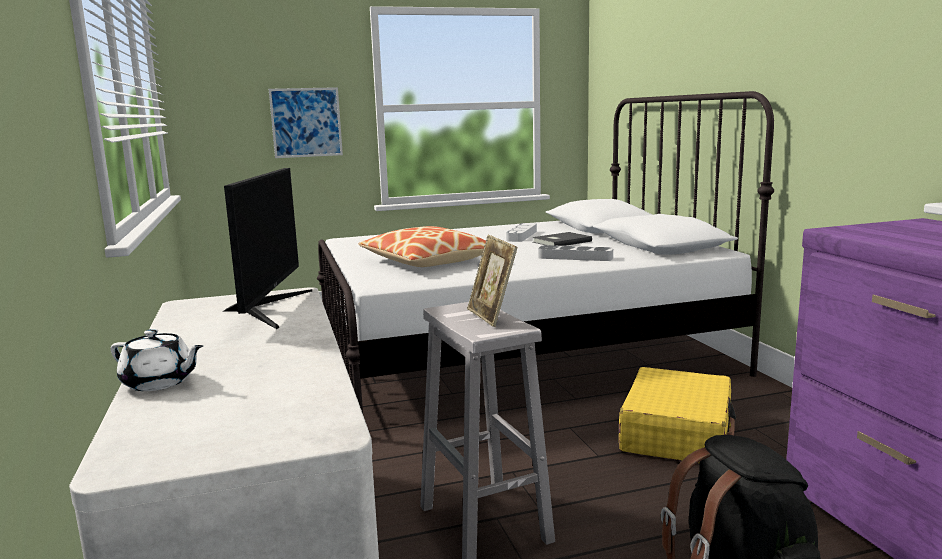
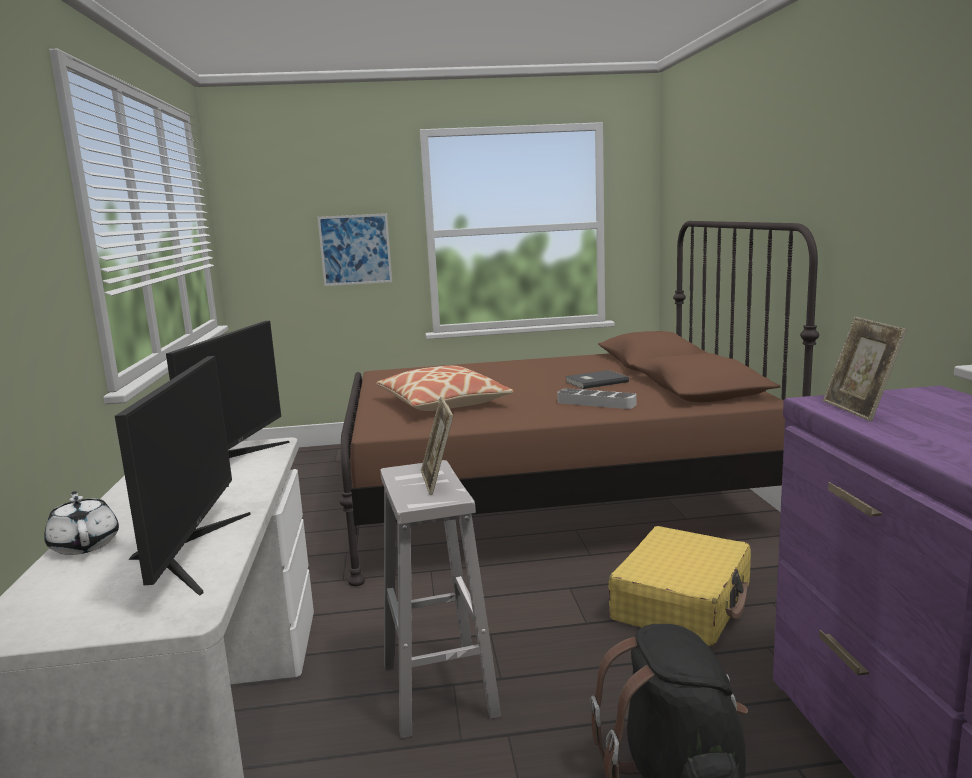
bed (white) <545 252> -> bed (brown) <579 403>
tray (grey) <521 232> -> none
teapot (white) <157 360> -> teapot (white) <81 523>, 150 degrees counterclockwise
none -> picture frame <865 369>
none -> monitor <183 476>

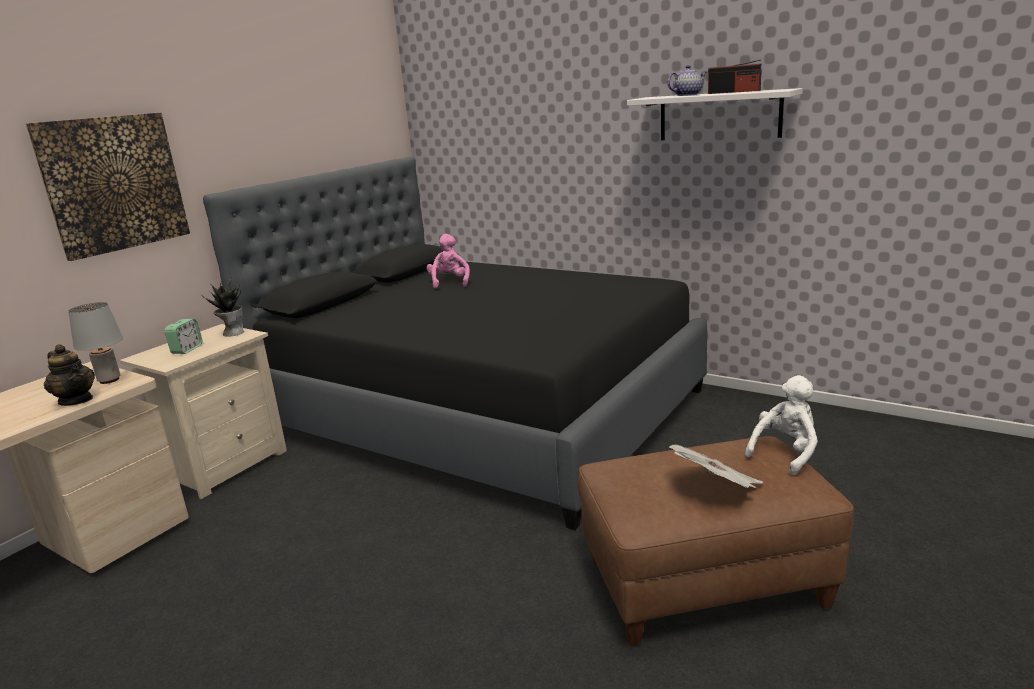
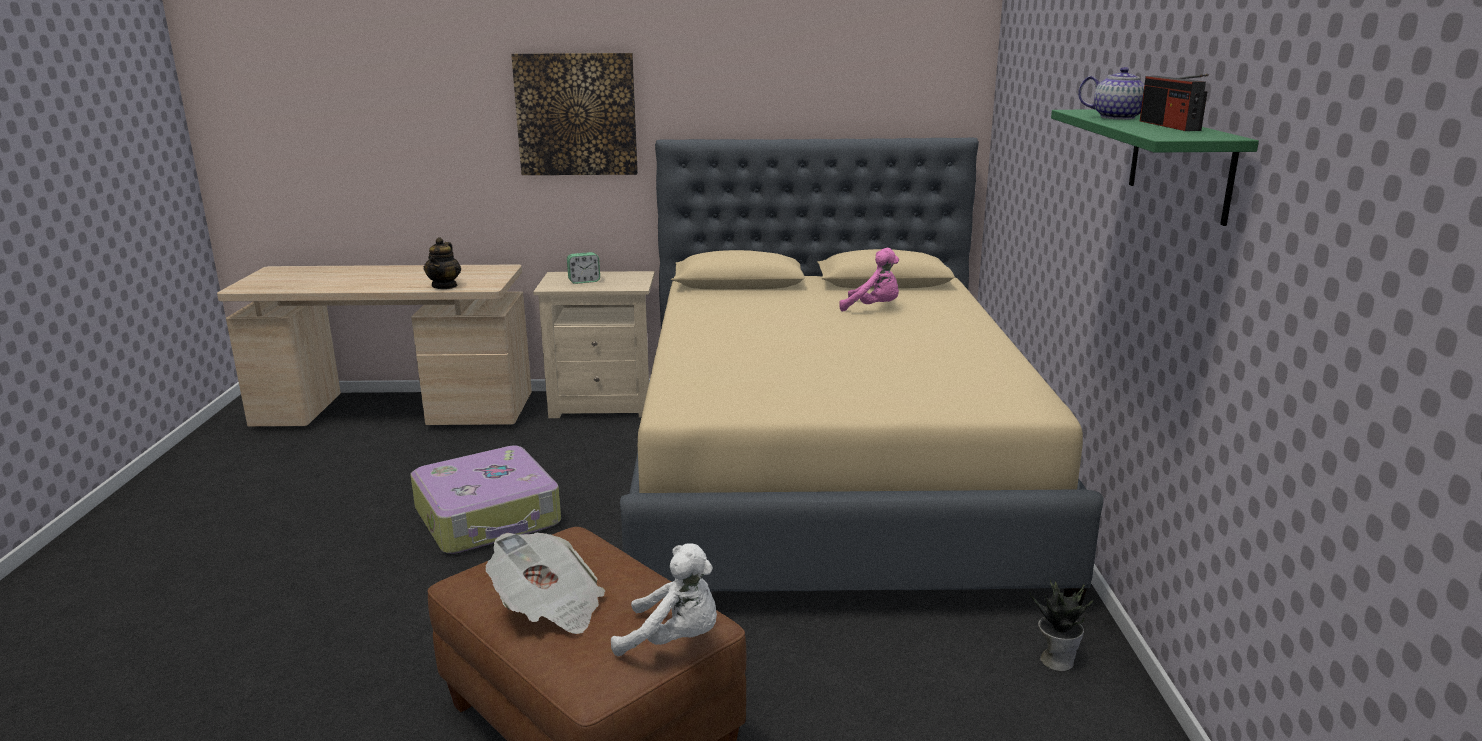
shelf (white) <715 114> -> shelf (green) <1155 167>
bed (black) <455 343> -> bed (beige) <861 372>
plush toy (pink) <448 261> -> plush toy (pink) <869 279>, 60 degrees clockwise
potted plant <222 307> -> potted plant <1061 625>, moved
table lamp (grey) <95 343> -> none
none -> suitcase <485 499>

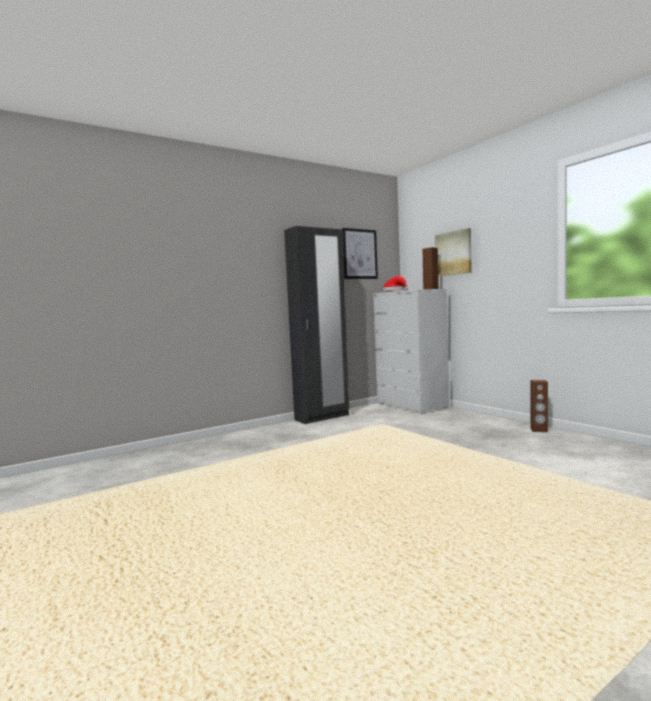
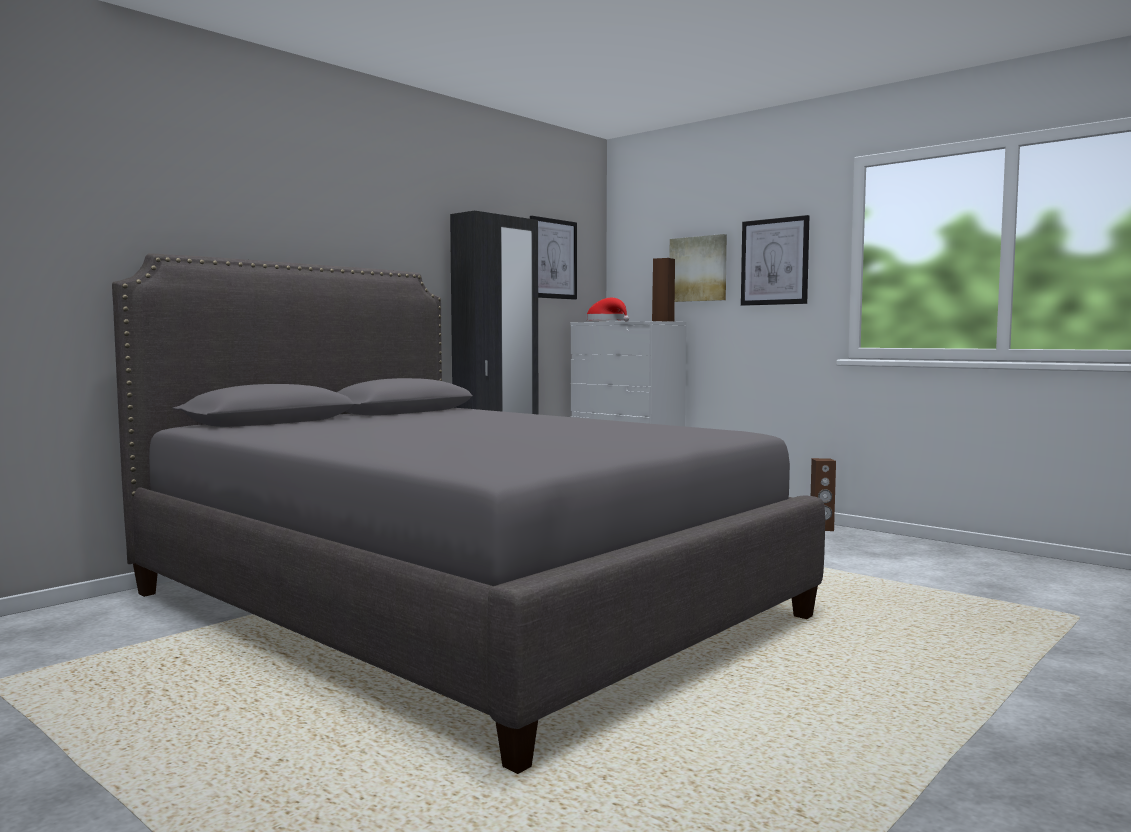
none -> picture <775 260>
none -> bed (grey) <468 513>

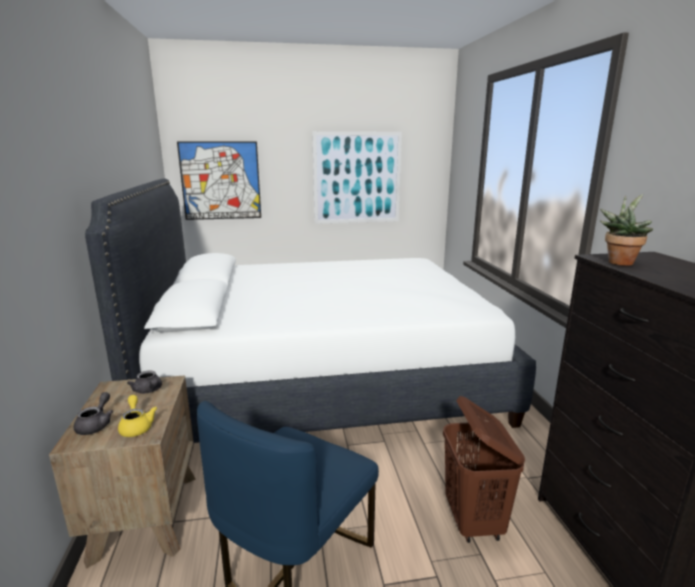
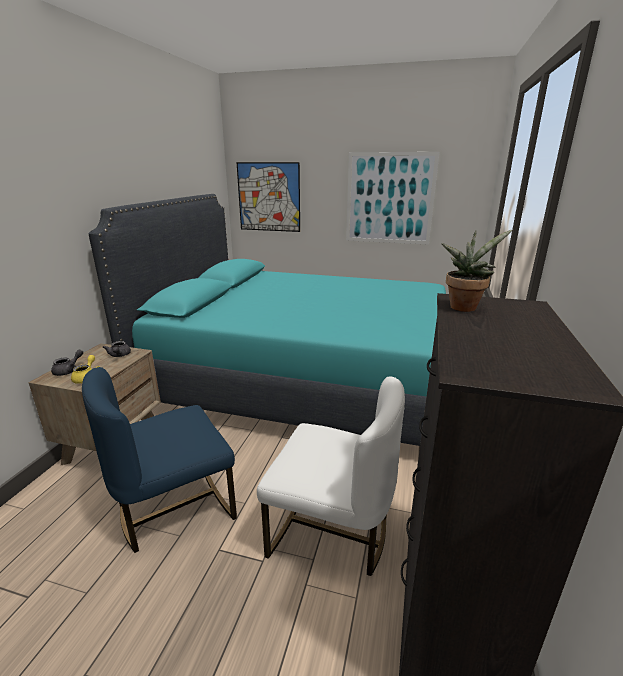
bed (white) <310 311> -> bed (turquoise) <267 320>
laundry basket (brown) <484 469> -> chair (white) <331 476>

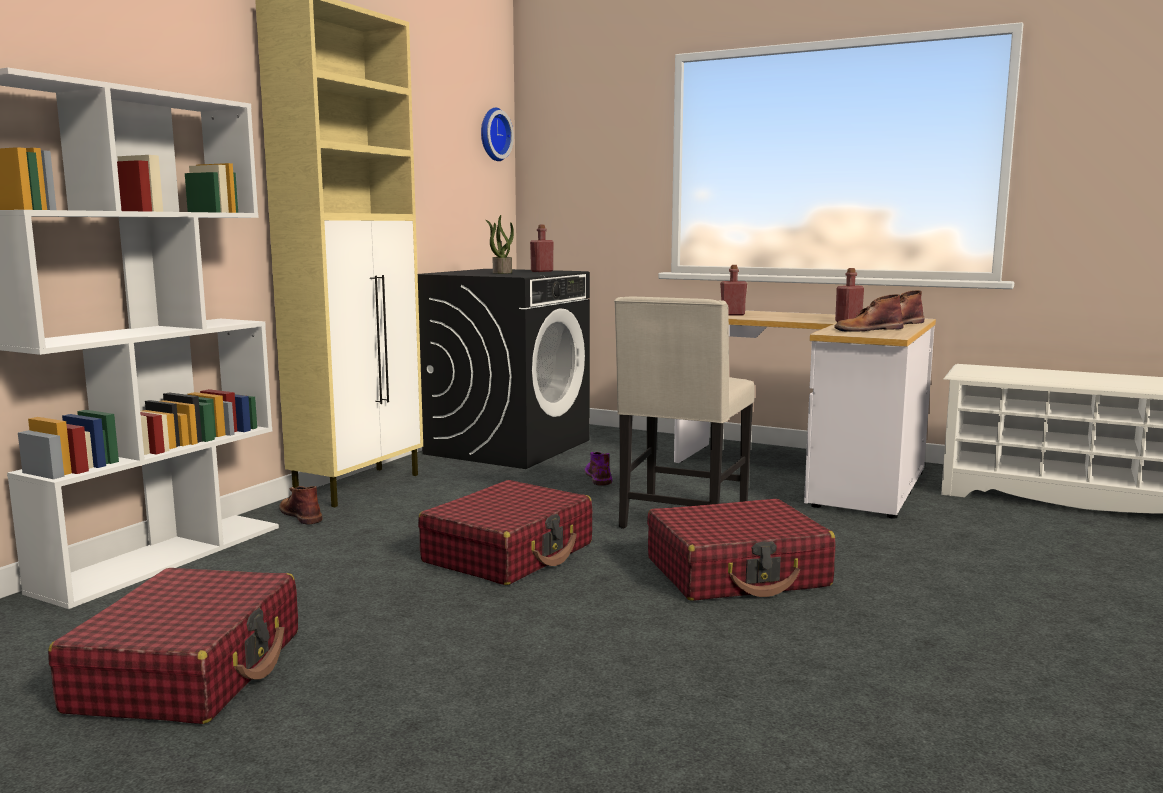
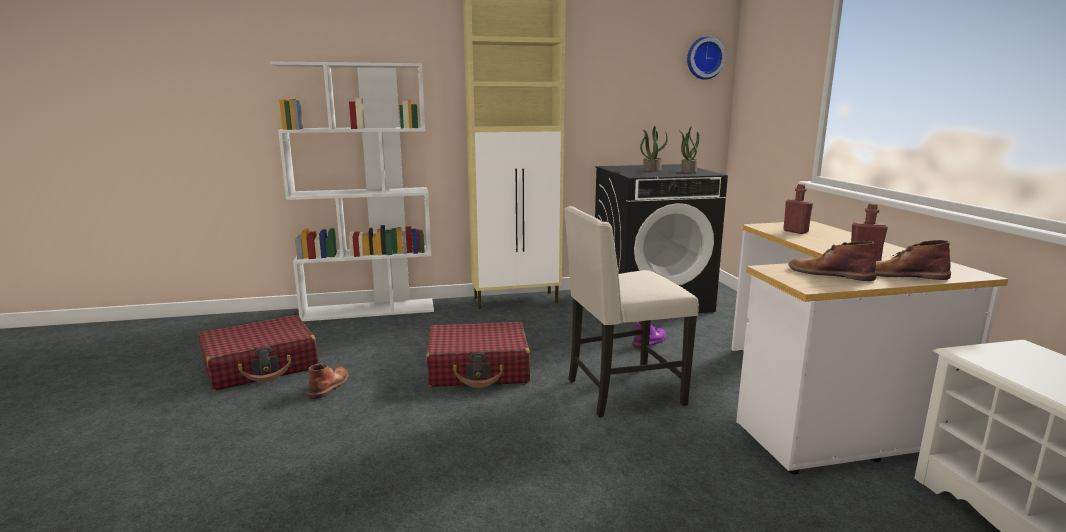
bottle (red) <542 248> -> potted plant <689 150>
boot (brown) <301 505> -> boot (brown) <327 381>, moved
suitcase (red) <741 550> -> none

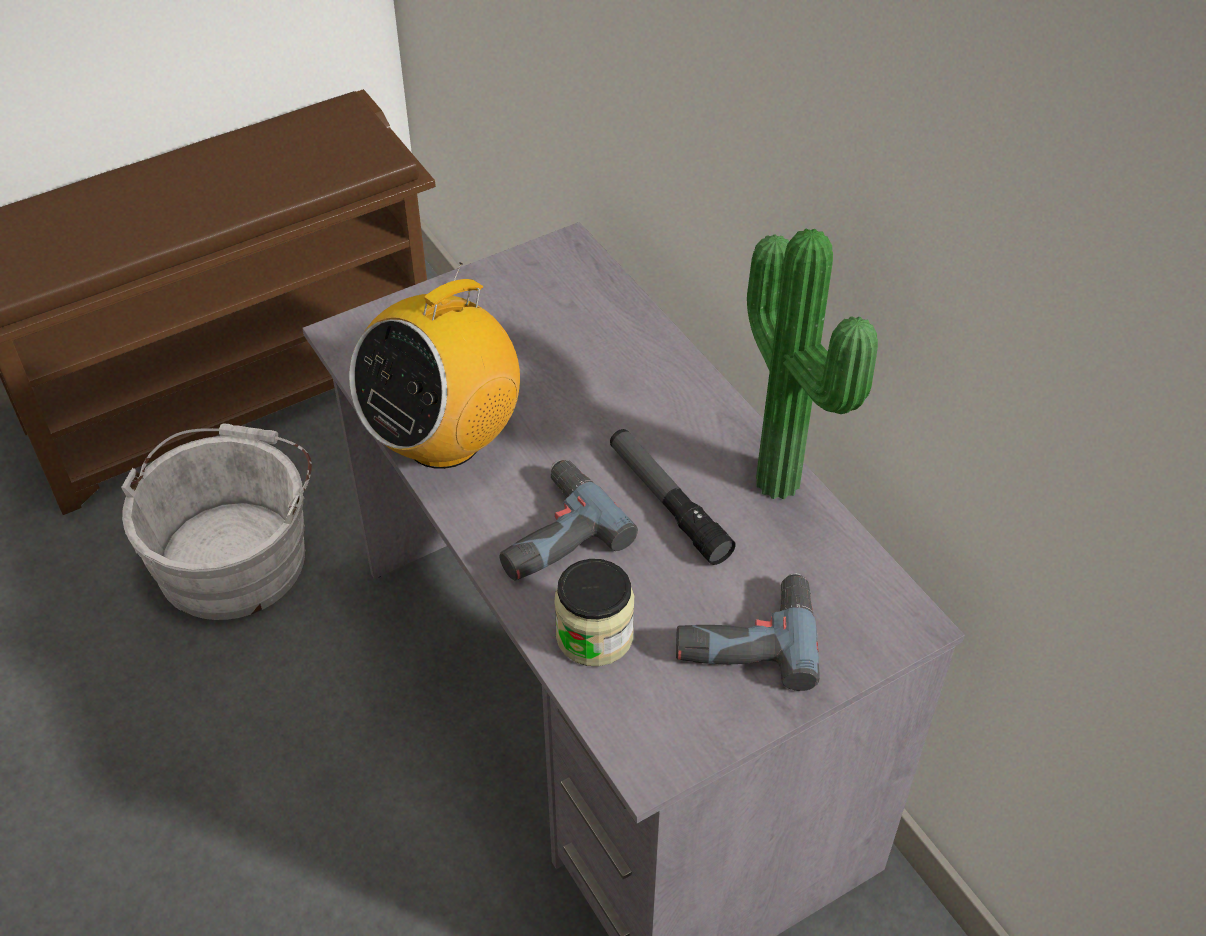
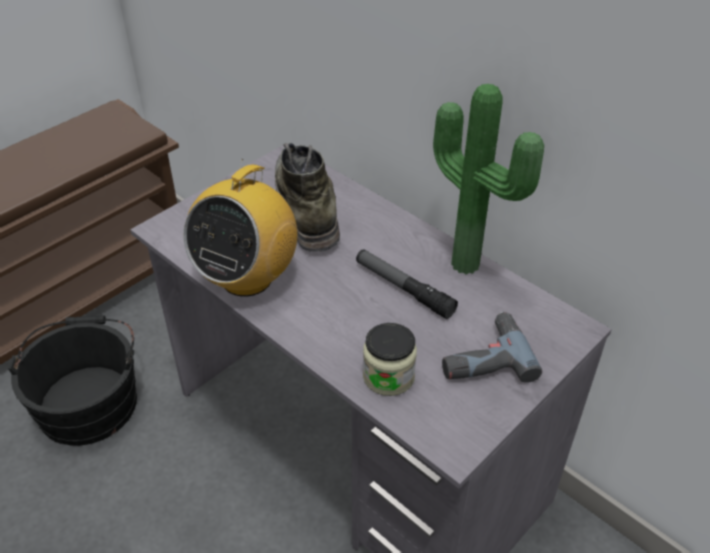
bucket (white) <216 521> -> bucket (black) <72 380>
power drill <569 520> -> none
none -> boot (green) <307 197>

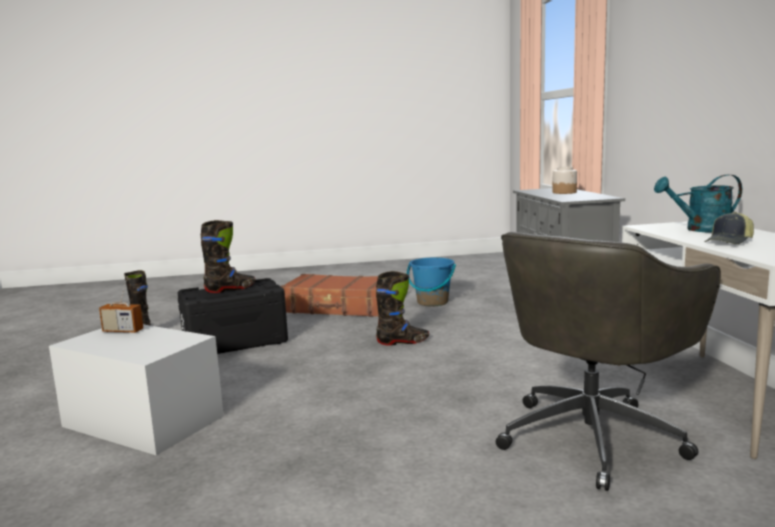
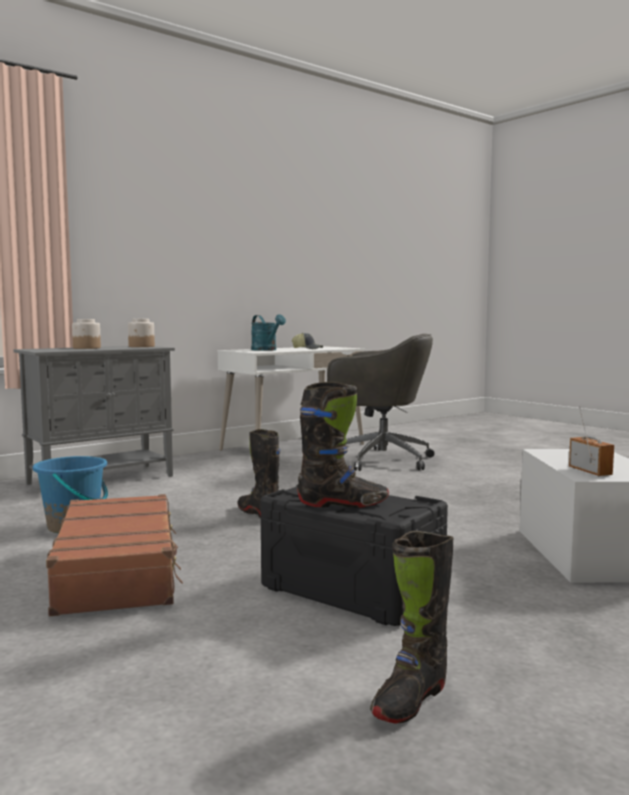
boot (black) <227 256> -> boot (black) <343 445>, 150 degrees clockwise
none -> jar <141 333>

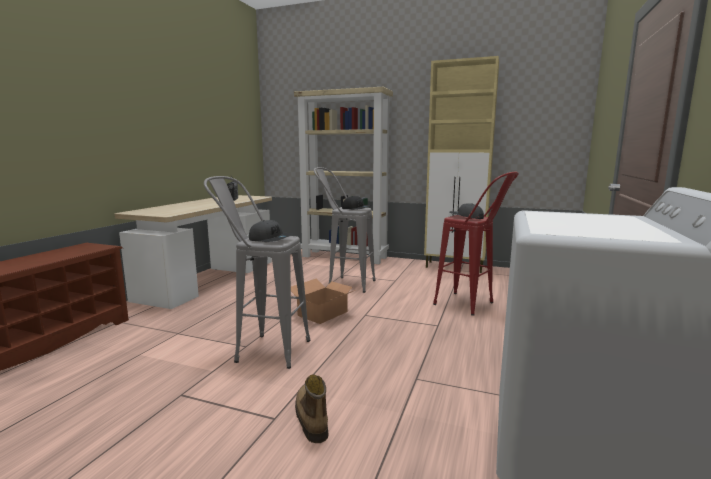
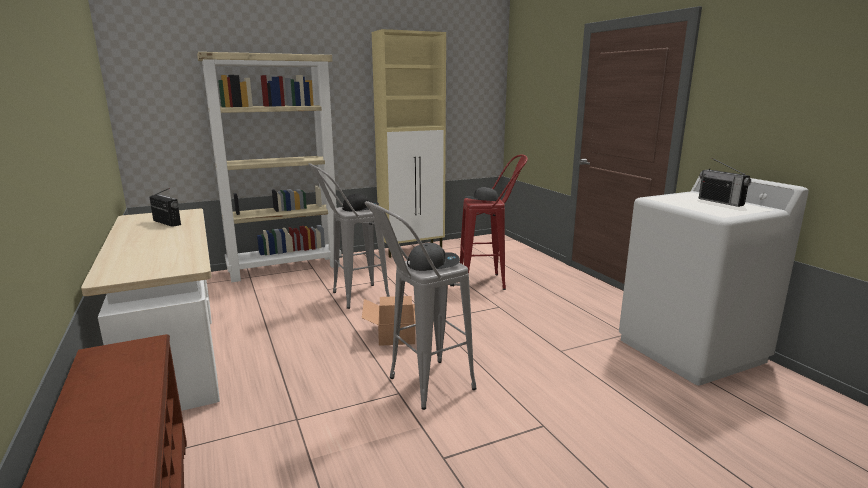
boot <312 409> -> none
none -> radio <724 182>

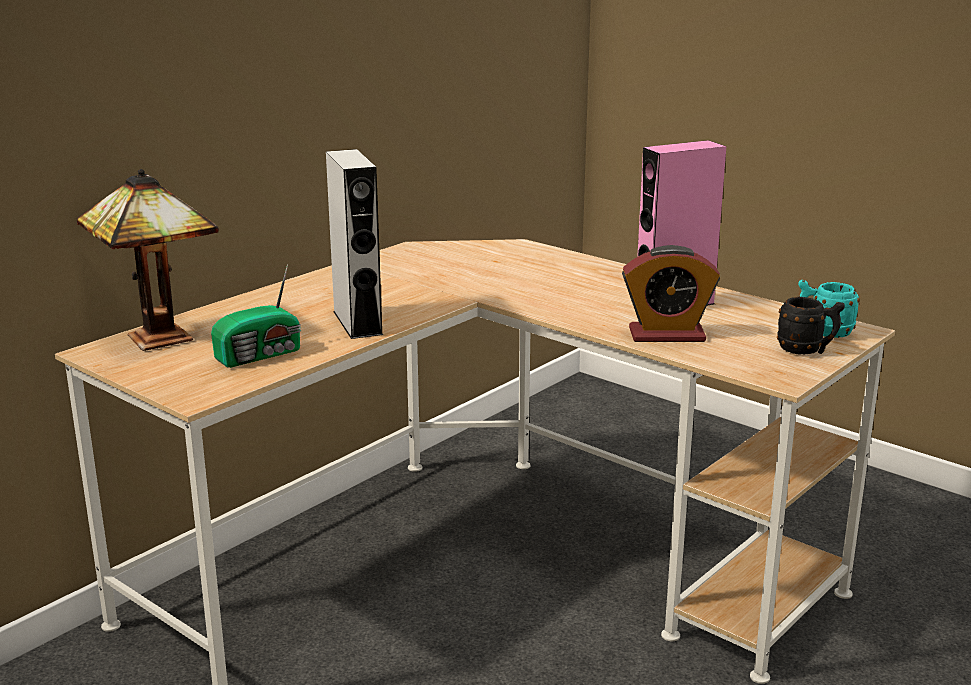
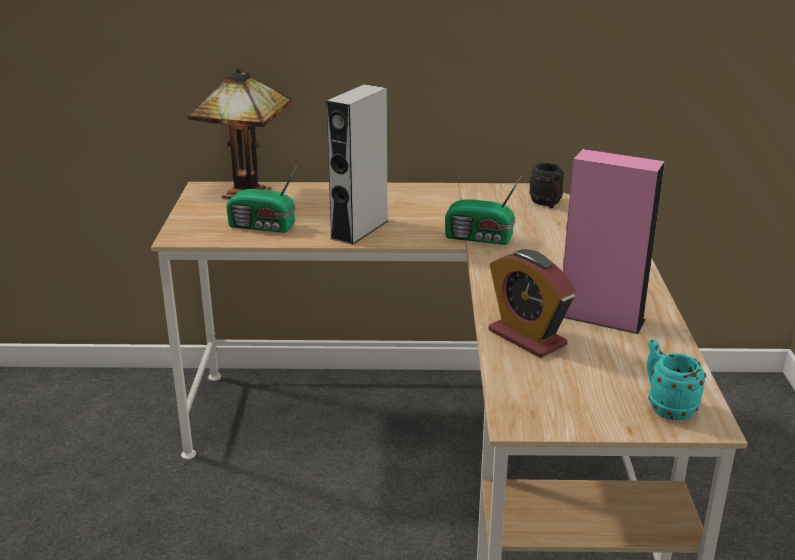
mug (black) <811 325> -> mug (black) <546 185>, moved
none -> radio <483 210>

